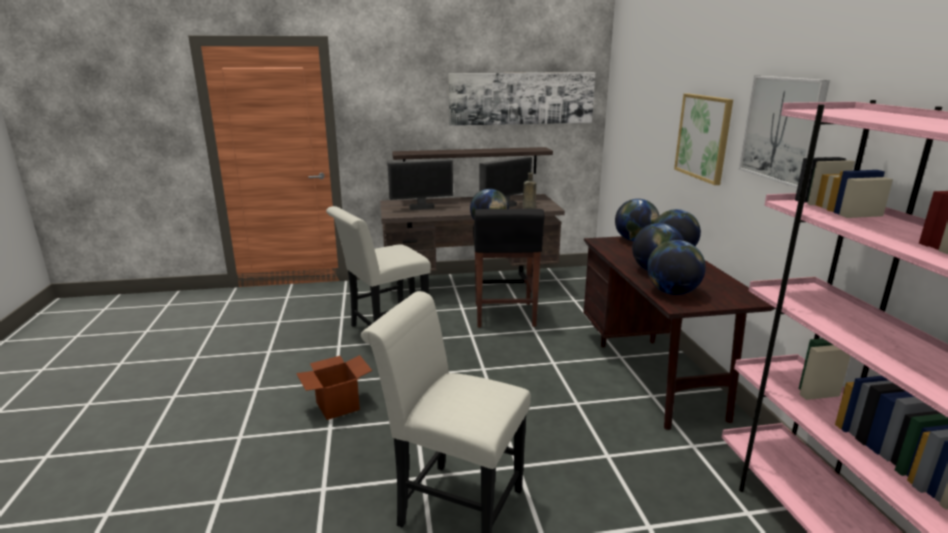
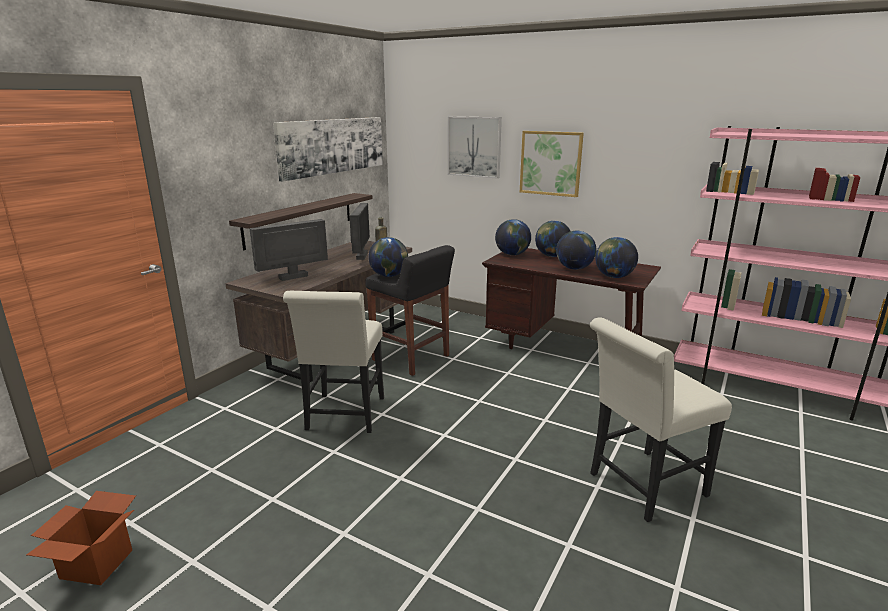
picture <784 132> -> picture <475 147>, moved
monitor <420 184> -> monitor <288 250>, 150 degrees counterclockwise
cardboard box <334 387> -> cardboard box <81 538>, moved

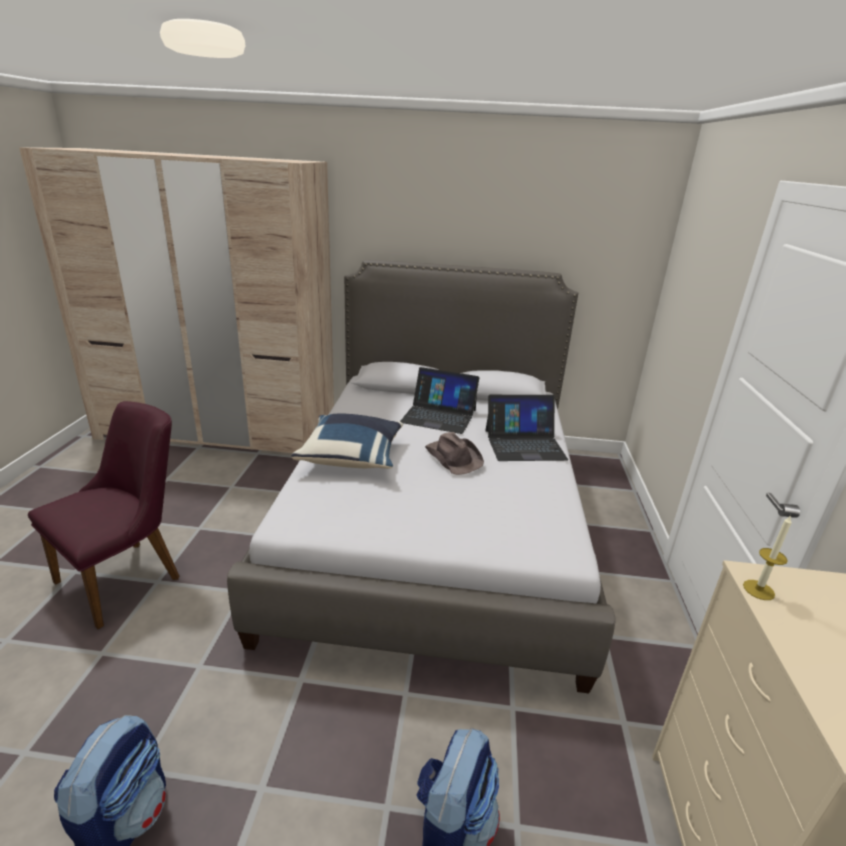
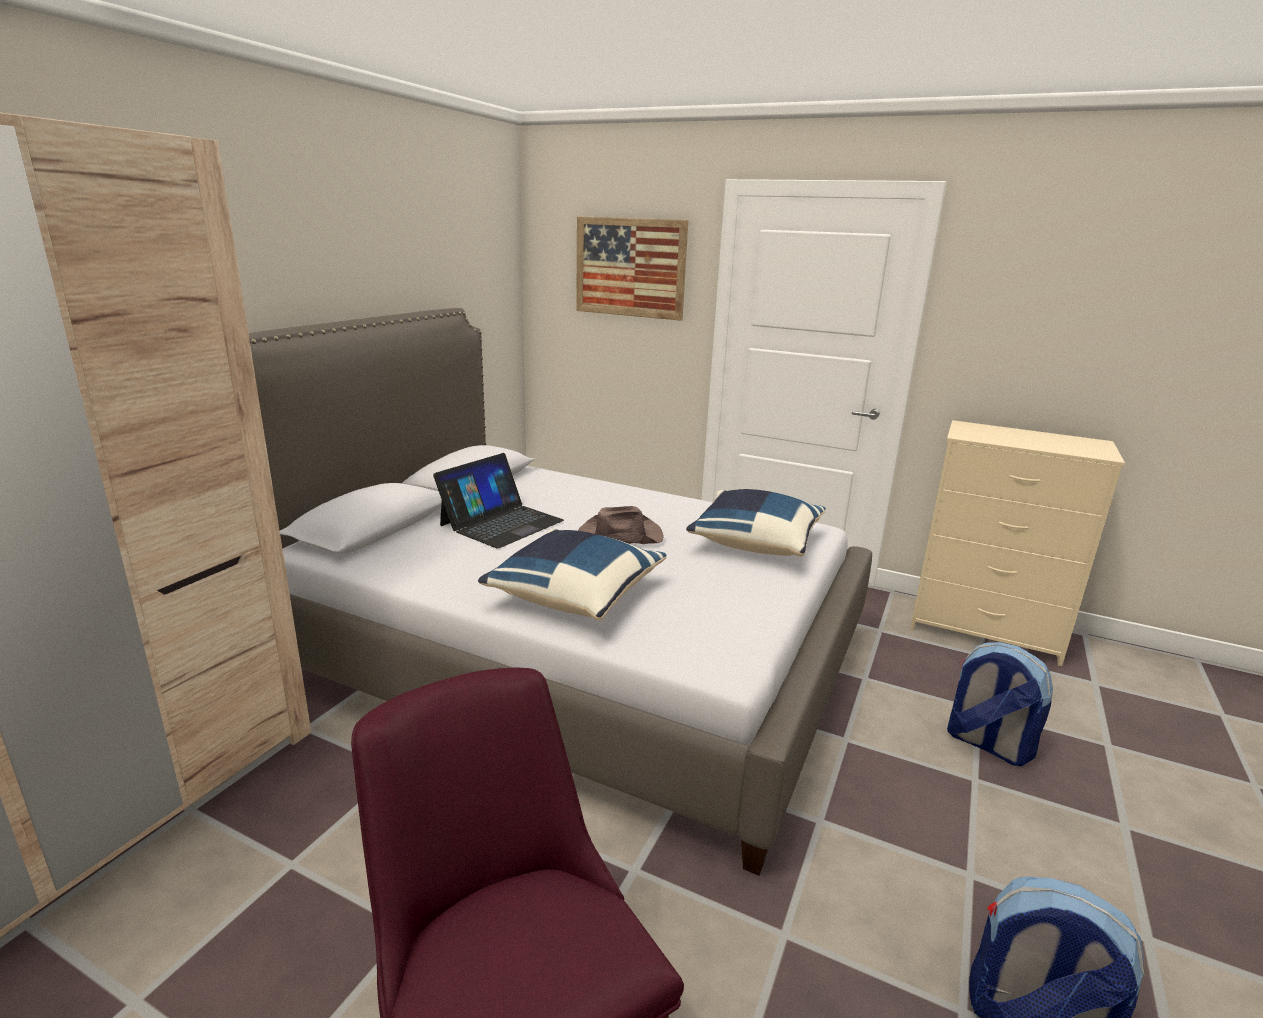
laptop <526 428> -> none
candle <767 557> -> none
none -> picture <632 268>
none -> pillow (blue) <756 522>

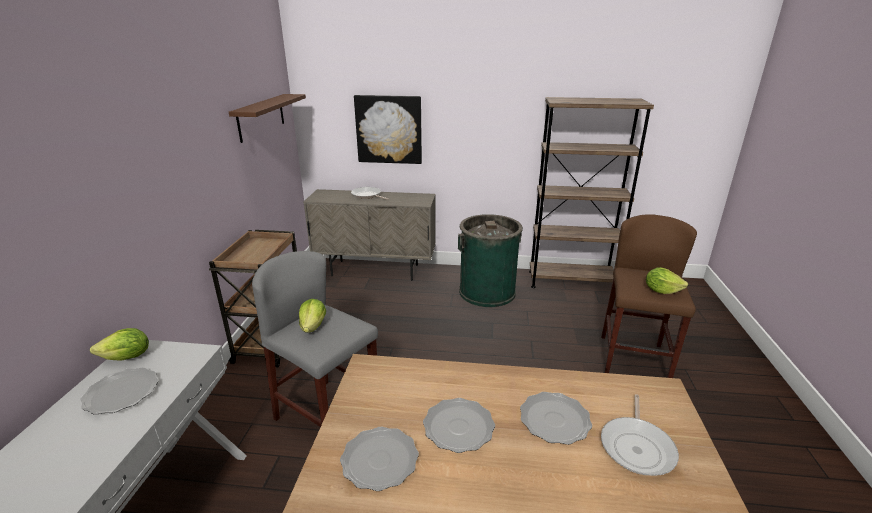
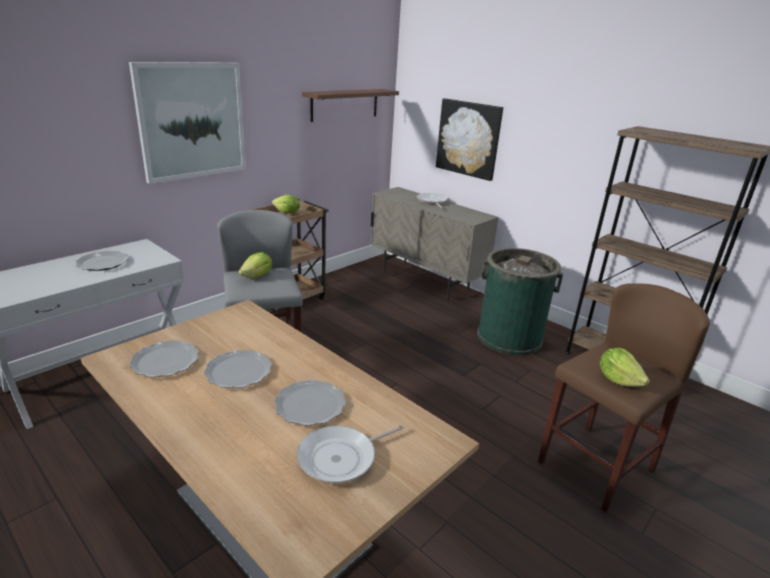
lettuce <119 344> -> lettuce <286 204>, moved
none -> picture <187 123>

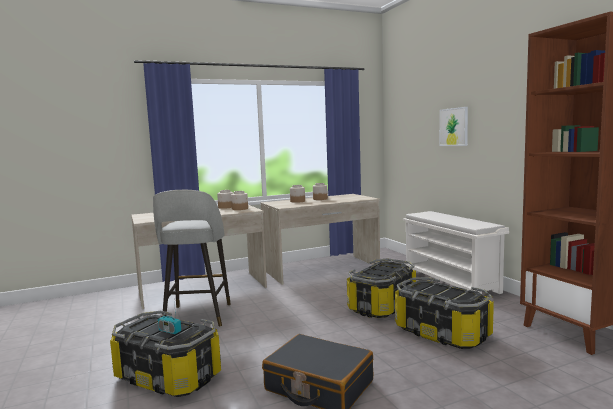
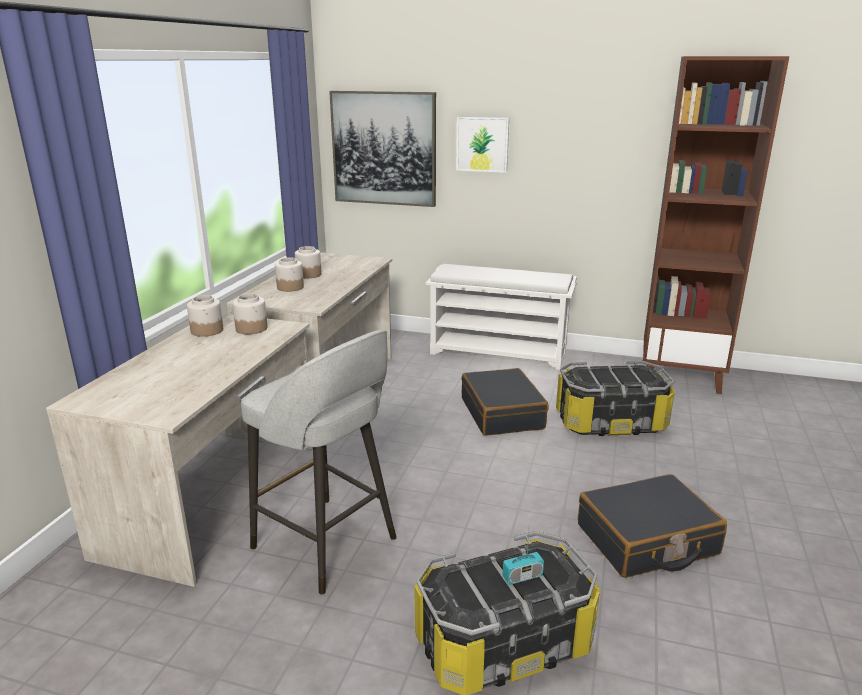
storage box <381 288> -> suitcase (black) <505 402>
none -> picture <382 149>

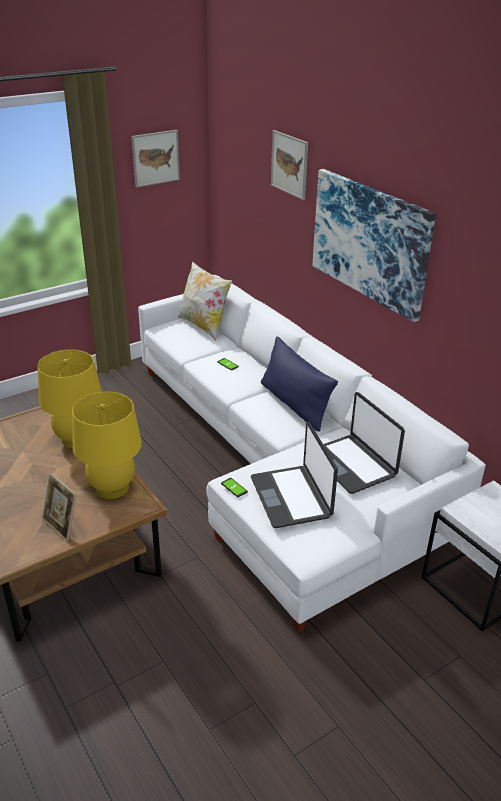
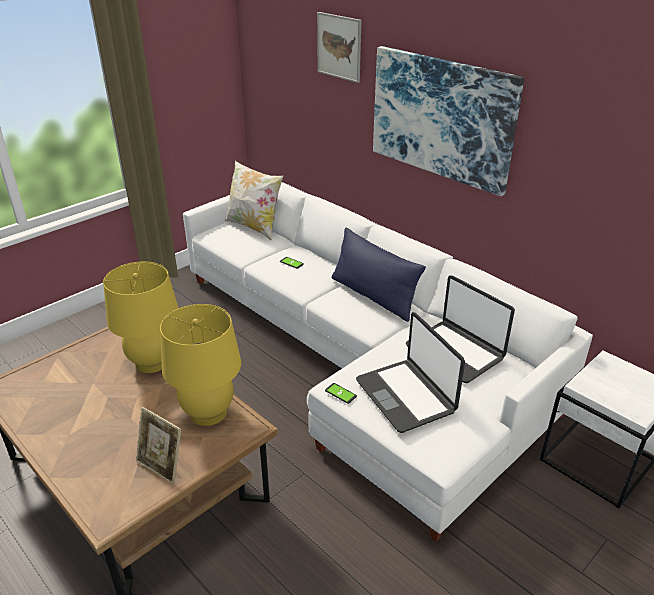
picture <156 159> -> none

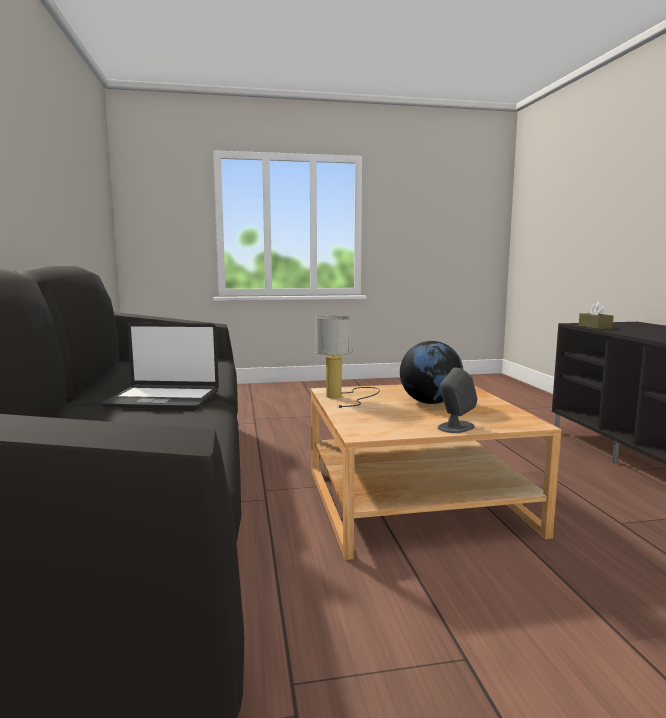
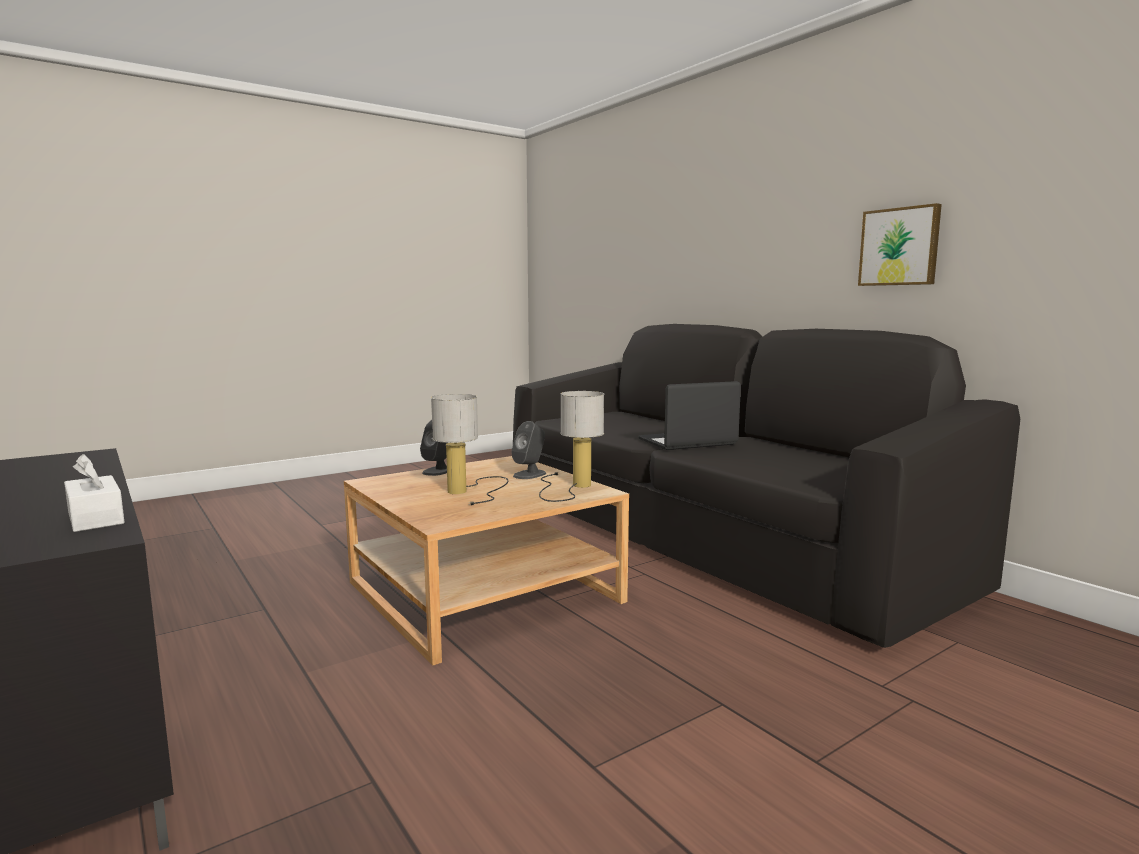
tissue box (brown) <596 315> -> tissue box (white) <94 493>
globe <431 372> -> table lamp <469 449>
none -> picture <900 244>
none -> speaker (grey) <528 450>

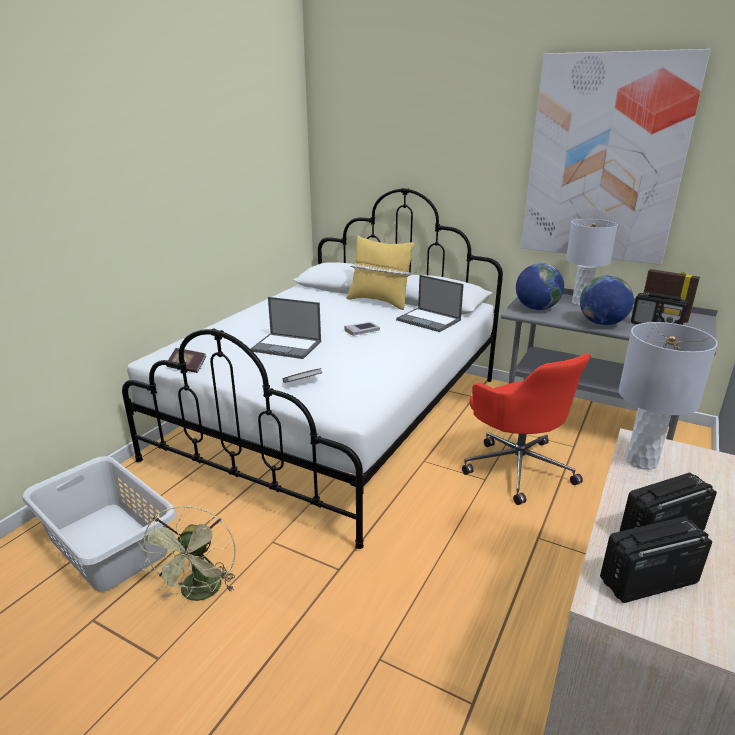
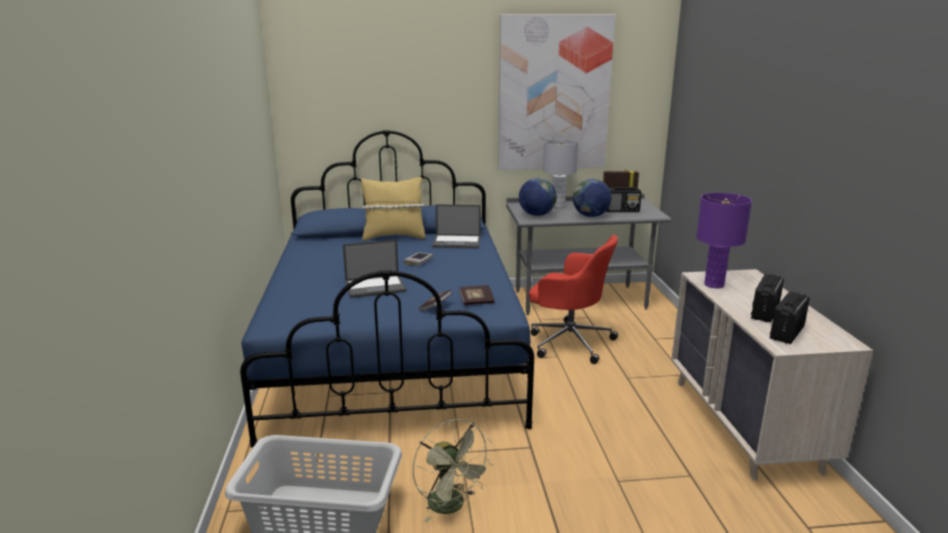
bed (white) <312 368> -> bed (blue) <387 289>
table lamp (grey) <668 396> -> table lamp (purple) <724 240>
book <186 360> -> book <477 295>, moved

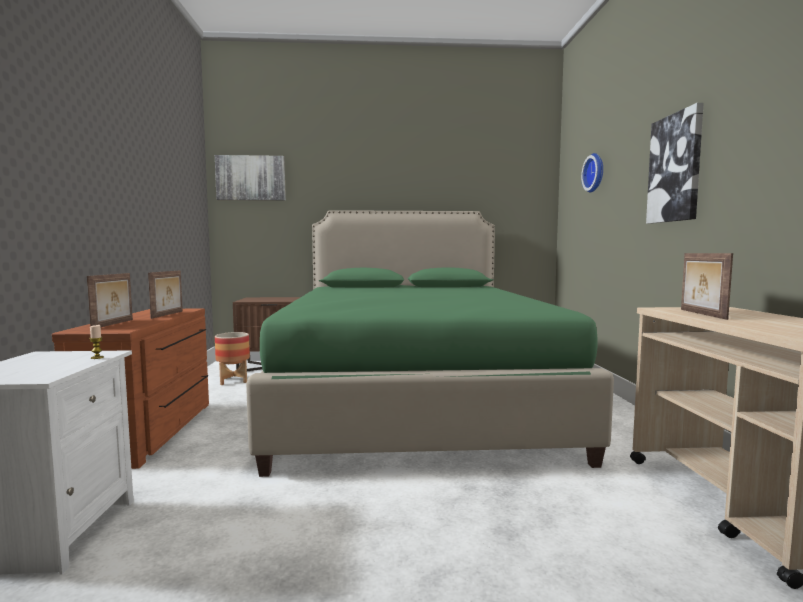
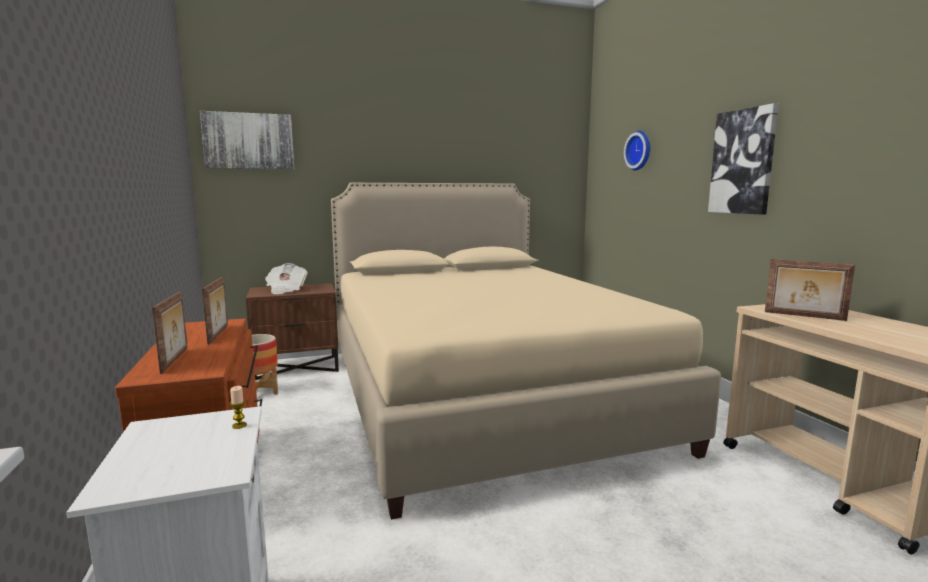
bed (green) <430 343> -> bed (beige) <526 351>
picture frame <707 286> -> picture frame <810 290>, 45 degrees counterclockwise
none -> newspaper <286 278>

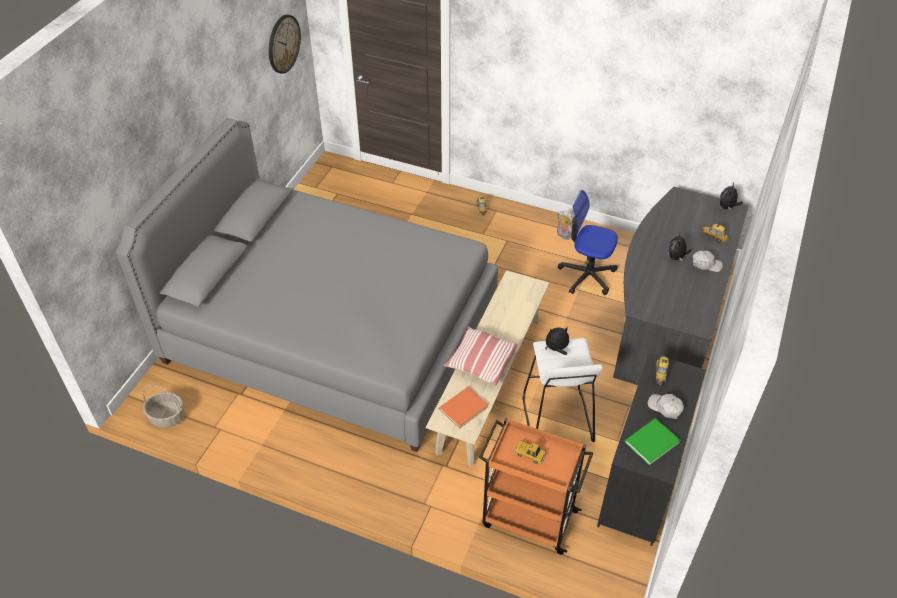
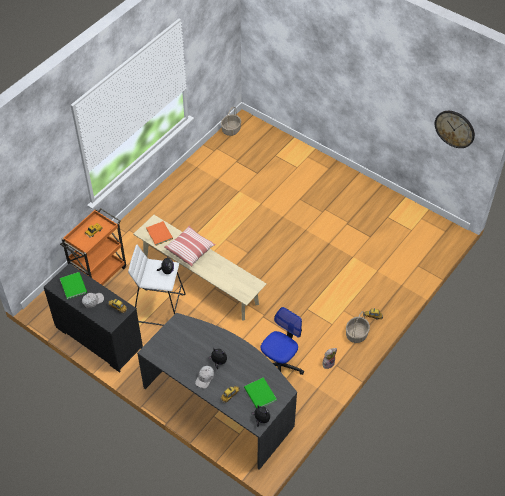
bed (grey) <307 285> -> none
none -> basket <358 327>
none -> book (green) <260 392>

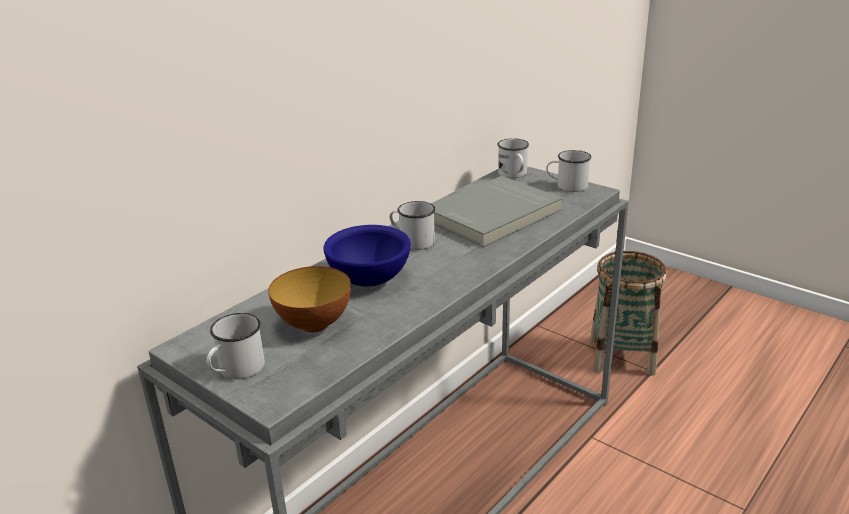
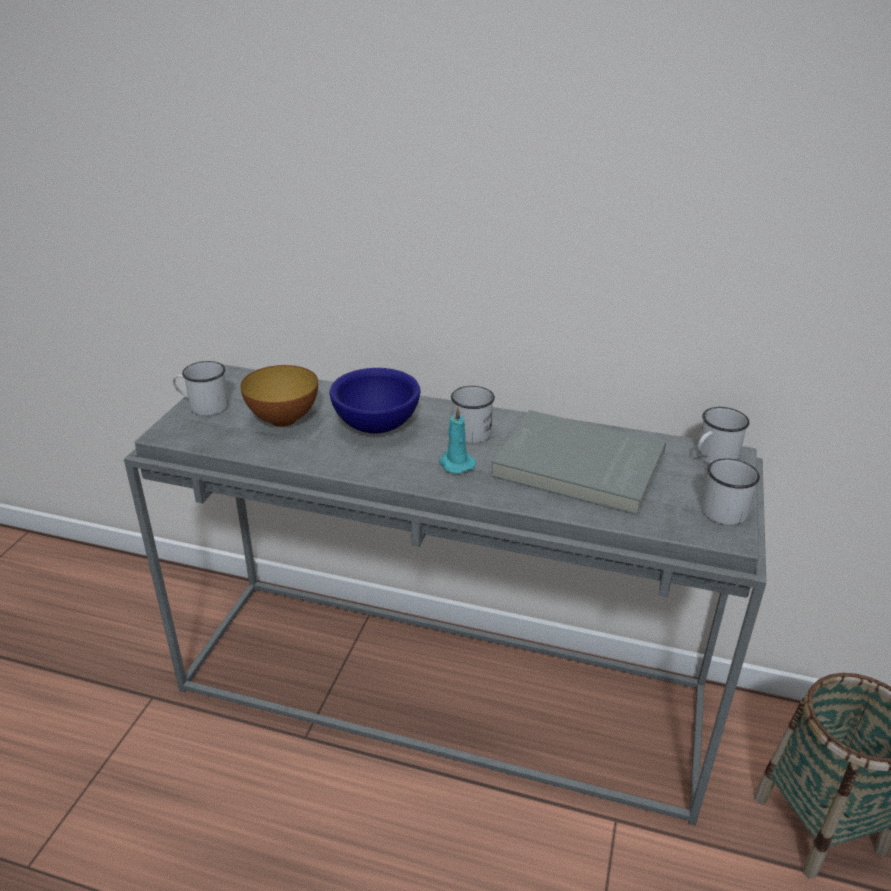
none -> candle (turquoise) <457 440>

